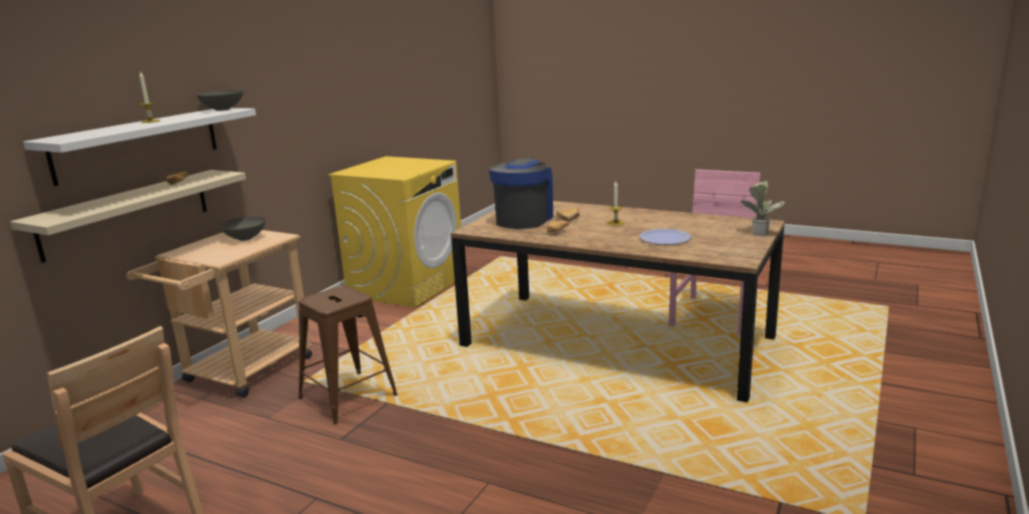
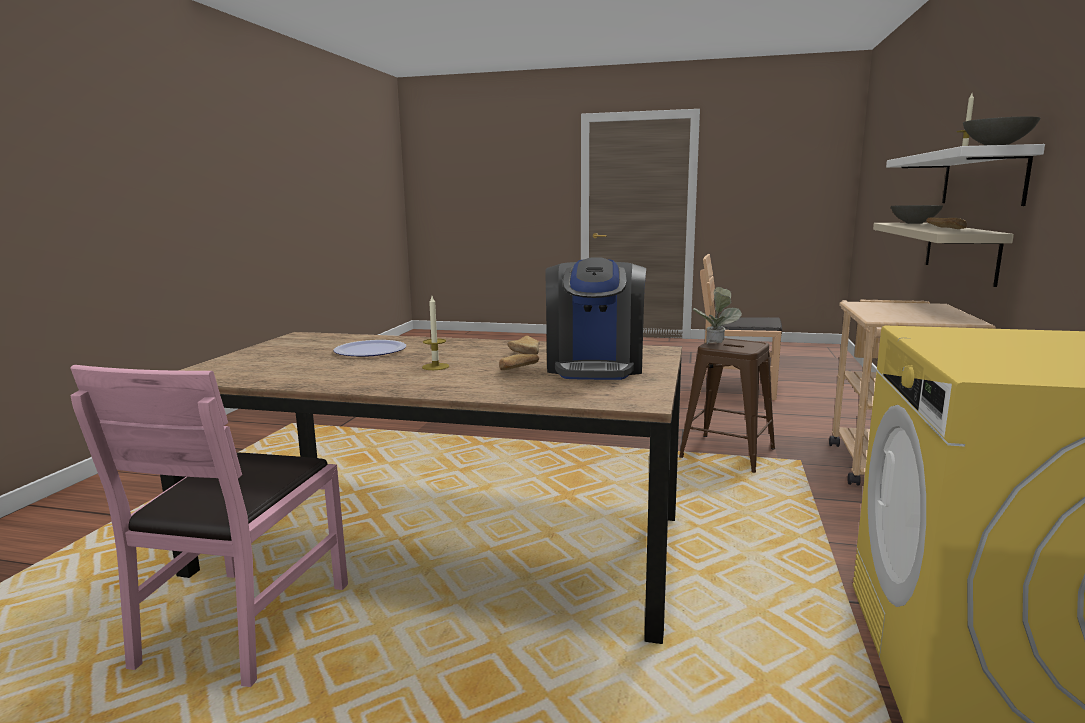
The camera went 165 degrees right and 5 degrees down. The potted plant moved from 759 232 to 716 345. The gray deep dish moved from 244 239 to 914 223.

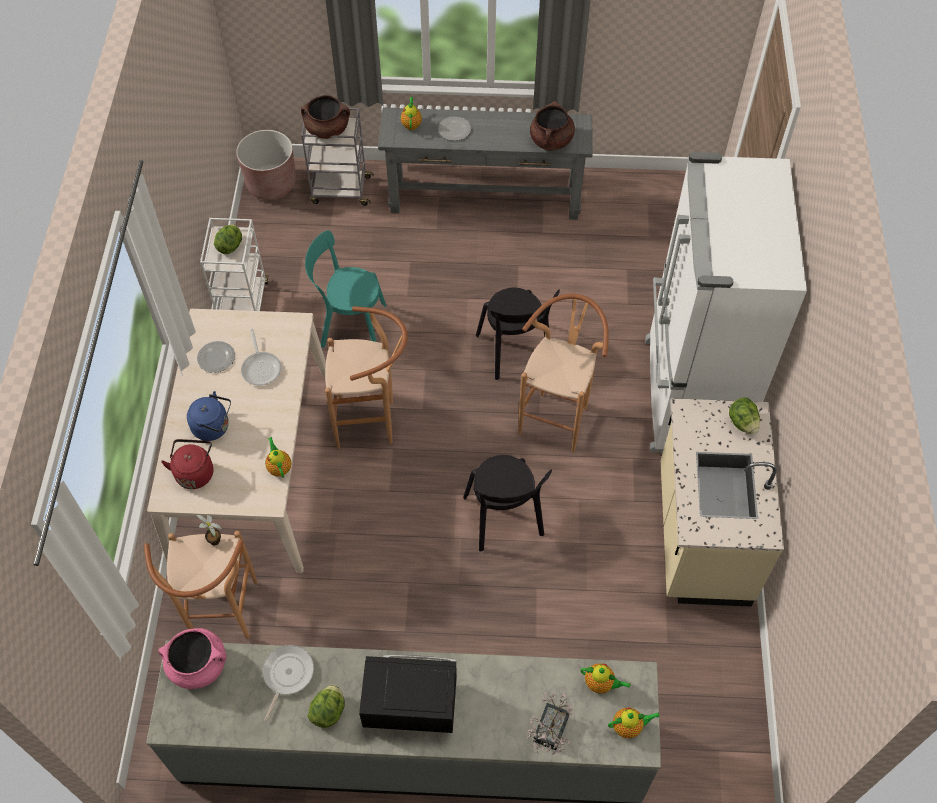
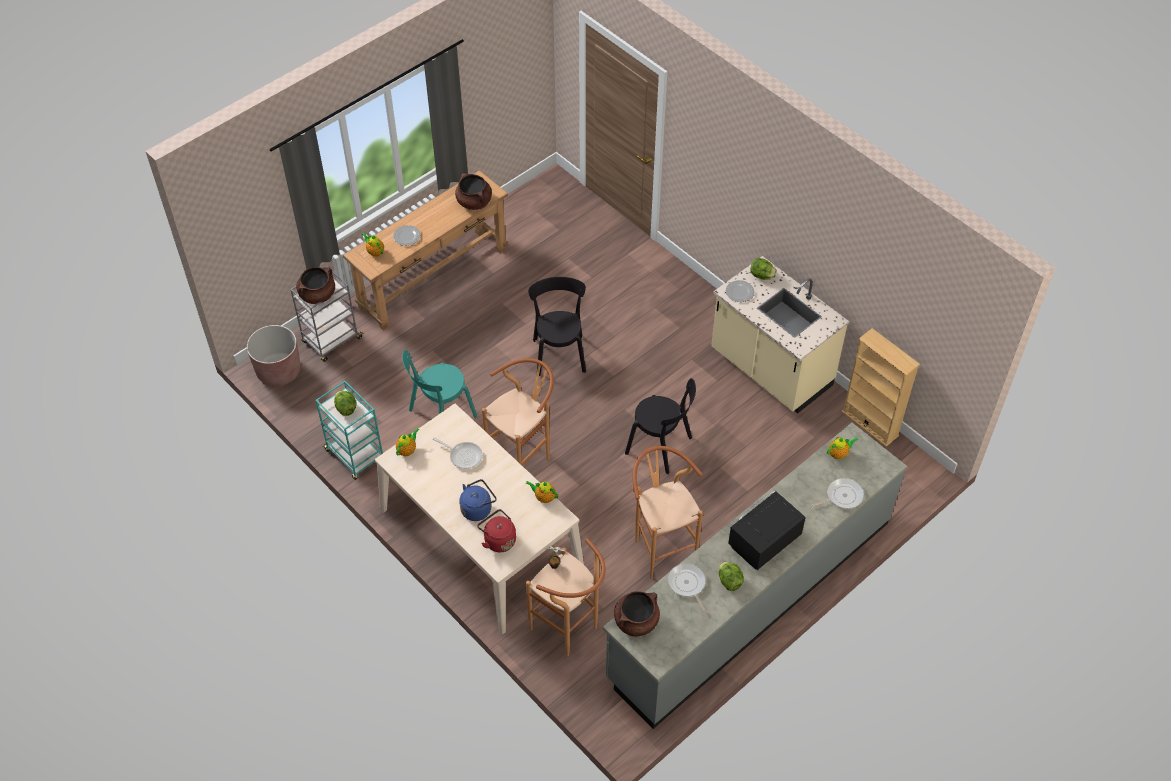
The camera went 45 degrees left and 5 degrees down. The whitish cart at 243 304 became the blue-green cart at 355 456. The gray hall table at 485 198 became the brown hall table at 433 278. The tea pot moved from 629 726 to 407 450. The black upright chair at 515 351 turned 120 degrees counterclockwise. The pink-coloured stockpot at 198 665 became the brown stockpot at 636 621. The brown sitting stool moved from 557 415 to 661 546. The dinner plate moved from 216 357 to 739 292. The potted plant at 548 733 was replaced by the pan at 842 496. The sand-coloured bookshelf at 870 423 appeared. The whitish fridge at 688 396 disappeared.

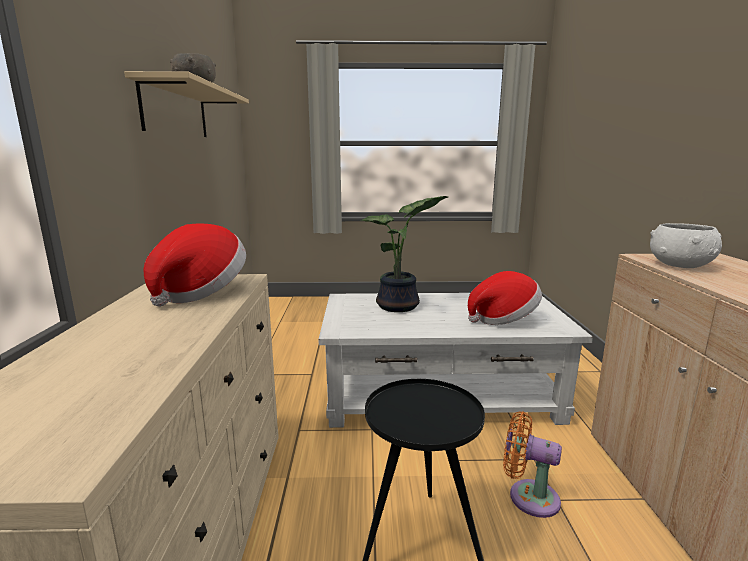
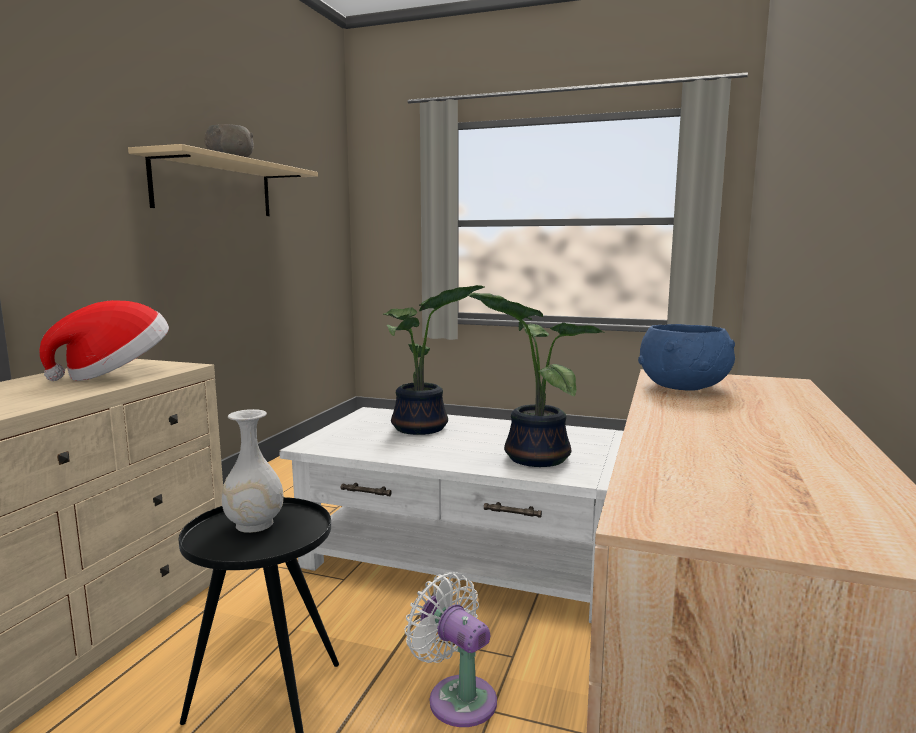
The camera went 20 degrees right and 5 degrees down. The whitish flower vase at 254 524 appeared. The orangey fan at 528 496 became the whitish fan at 457 697. The clothing hat at 503 319 was replaced by the potted plant at 532 457. The whitish deep dish at 681 265 became the blue deep dish at 685 387.

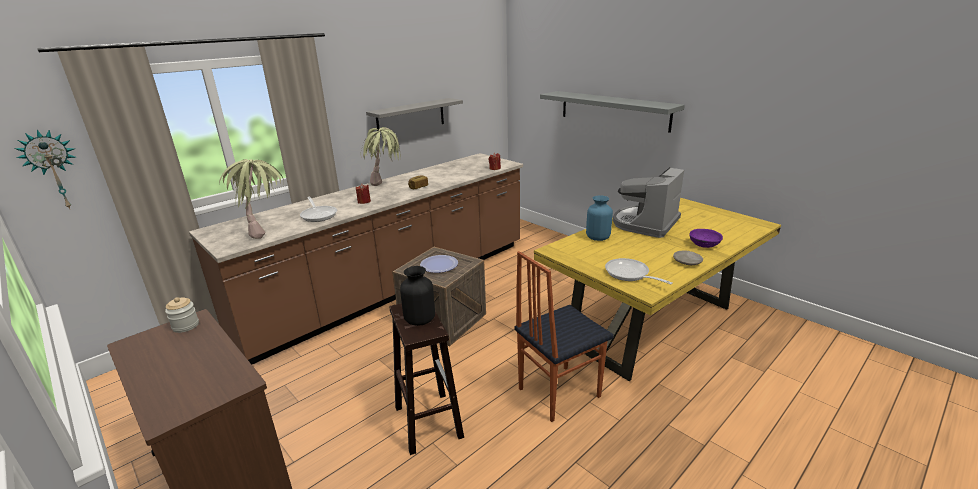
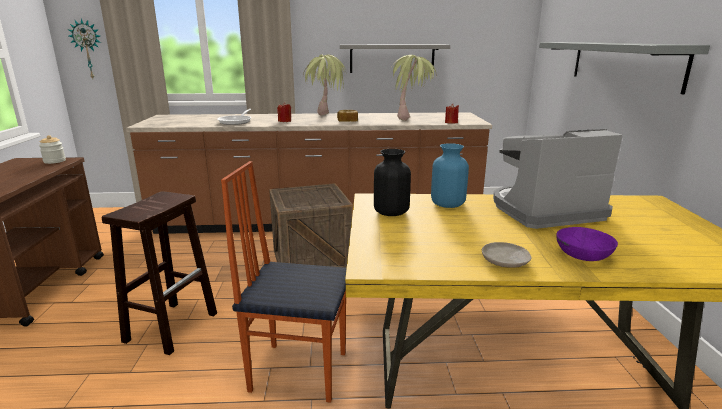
The camera went 40 degrees right and 5 degrees down. The black flower vase moved from 419 319 to 391 212. The potted plant moved from 265 230 to 411 118. The dinner plate at 439 265 disappeared. The pan at 630 274 disappeared.

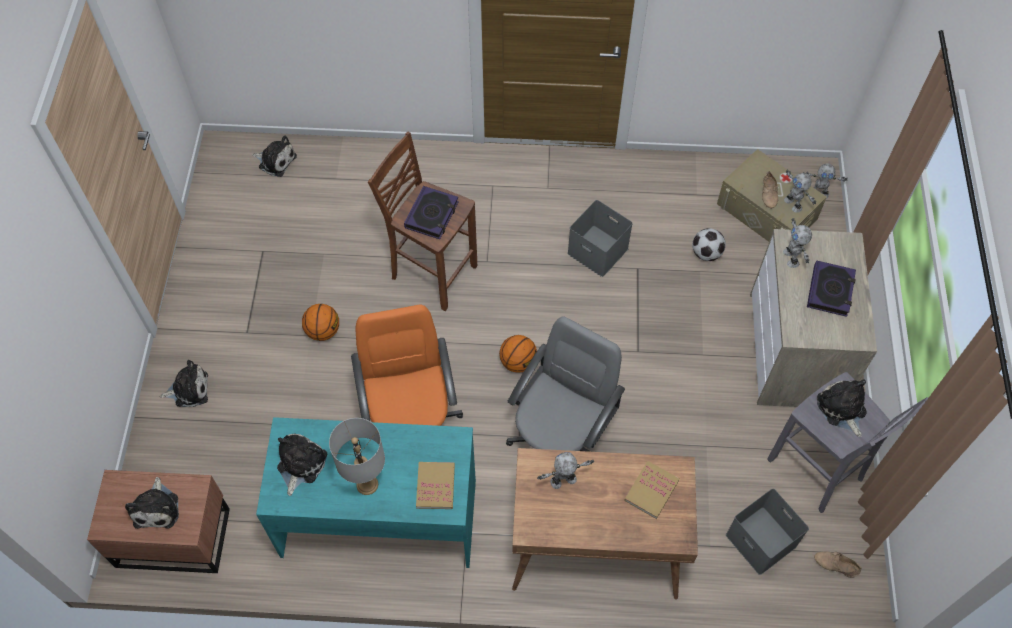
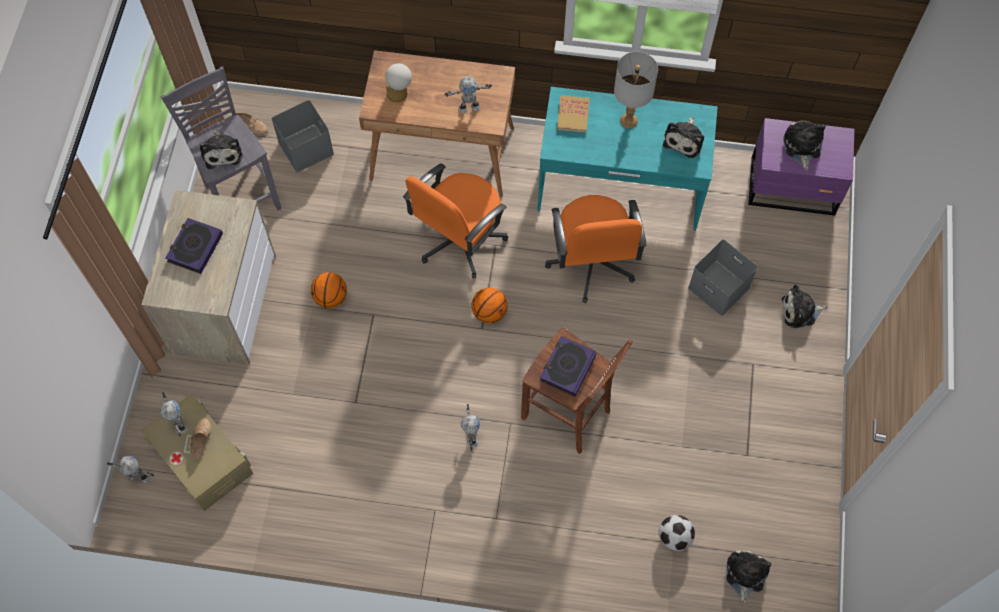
The camera went 175 degrees left and 5 degrees up. The basketball moved from 323 331 to 331 298. The bound book at 651 490 was replaced by the lamp for a table at 399 95. The gray office chair at 560 439 became the orangey office chair at 459 240. The robot figure moved from 792 258 to 471 437. The ball for football moved from 706 253 to 674 537. The gray storage box moved from 599 250 to 717 287. The cuddly toy at 275 160 turned 75 degrees clockwise. The brown night table at 172 535 became the purple night table at 794 188.

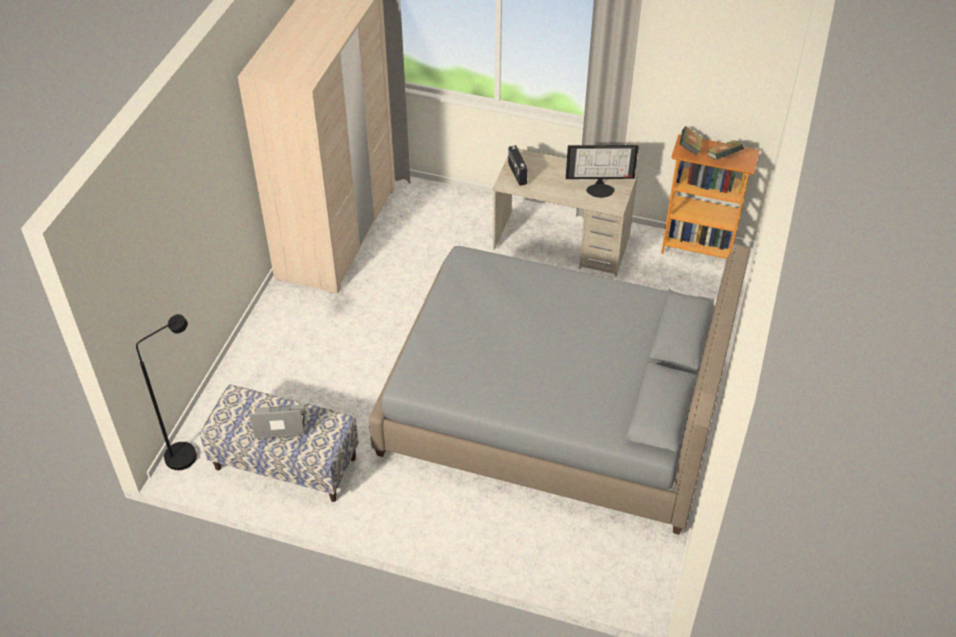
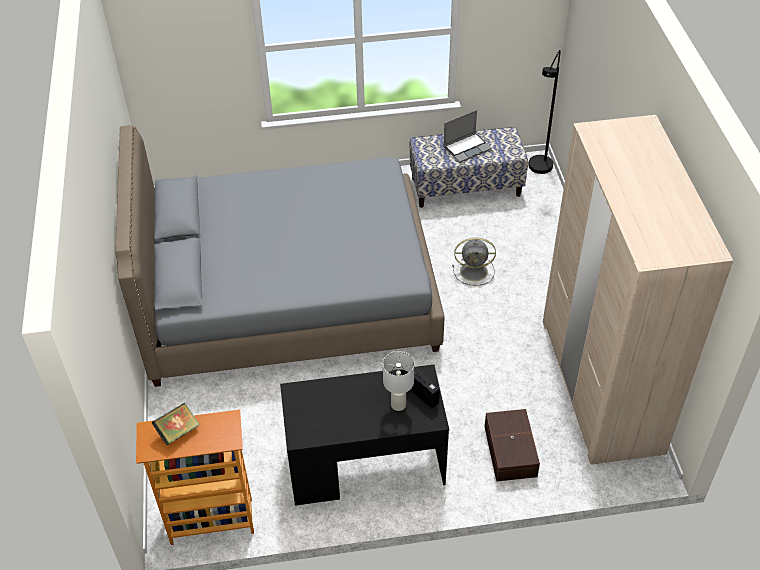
The camera went 155 degrees right and 0 degrees up. The sand-coloured desk table at 561 244 became the black desk table at 365 465. The whitish lamp for a table at 399 404 appeared. The gray fan at 475 271 appeared. The brown storage box at 509 452 appeared. The monitor at 600 188 disappeared. The bound book at 689 149 disappeared.

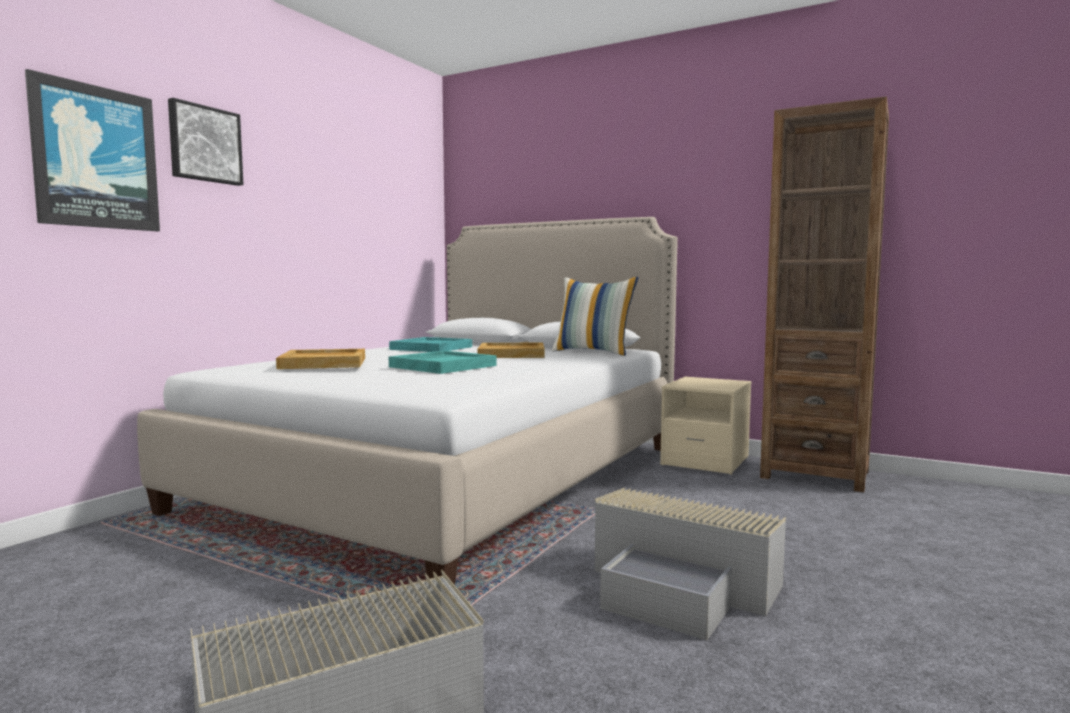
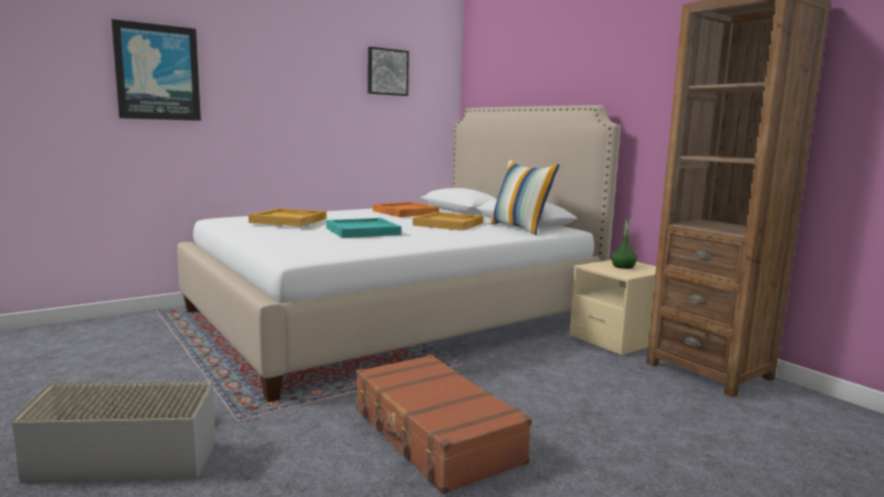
The camera went 25 degrees right and 5 degrees up. The gray storage box at 682 587 was replaced by the brown travel case at 434 436. The picture moved from 204 144 to 387 72. The blue-green carrying tray at 431 348 became the orangey carrying tray at 405 212. The green-coloured beverage bottle at 623 266 appeared.

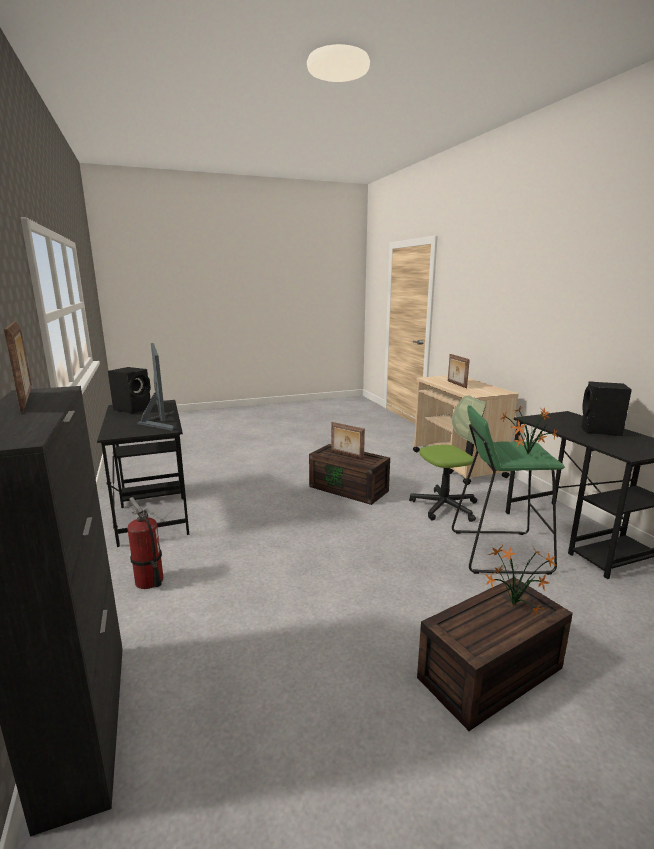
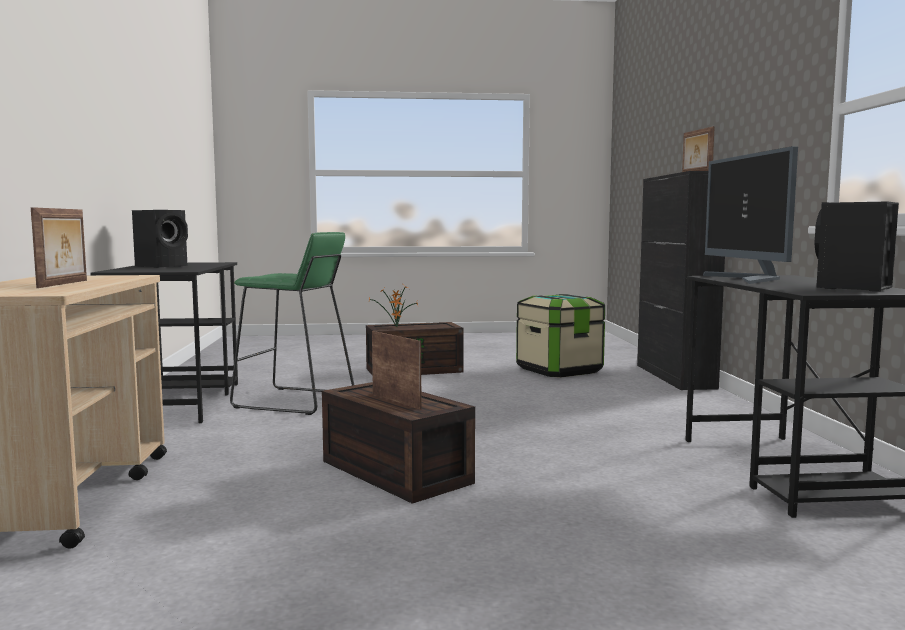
The camera went 165 degrees left and 10 degrees down. The storage box at 559 370 appeared. The fire extinguisher at 149 581 disappeared. The office chair at 445 506 disappeared. The potted plant at 526 454 disappeared.

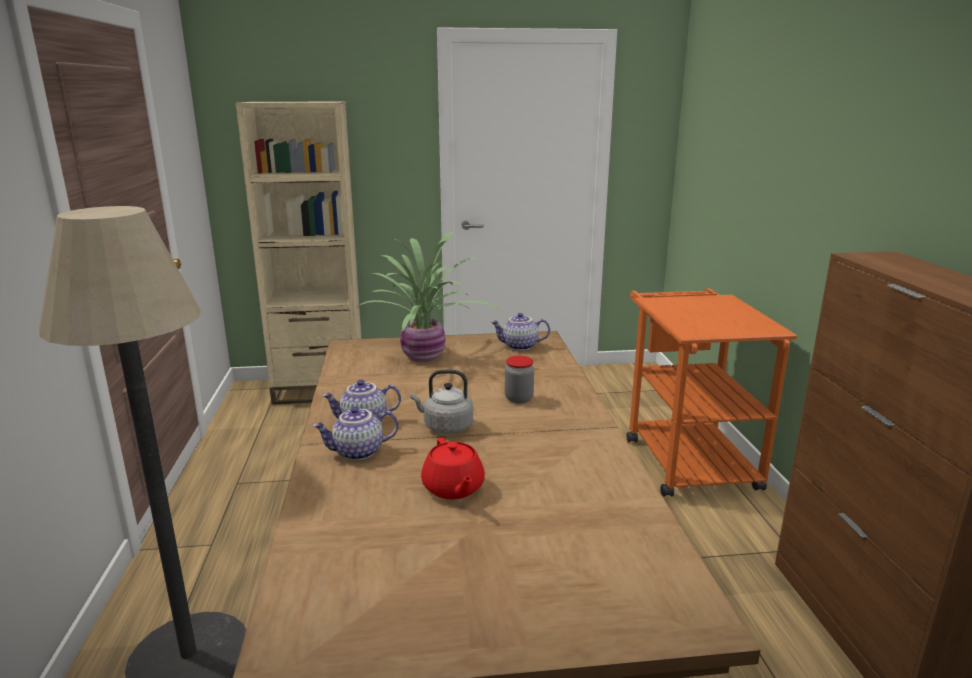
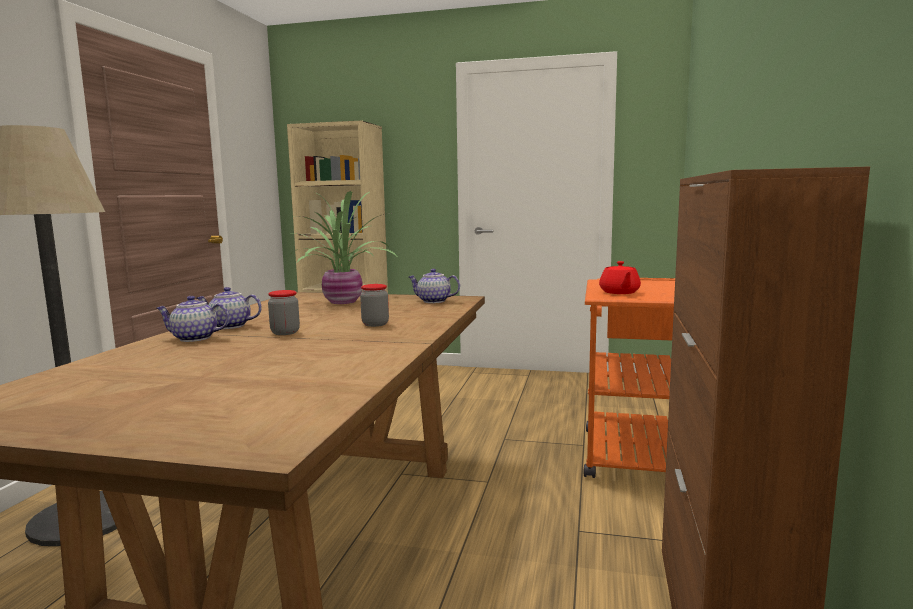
The camera went 20 degrees right and 10 degrees down. The gray water kettle at 445 427 was replaced by the storage jar at 285 332. The reddish tea pot moved from 453 488 to 619 292.

